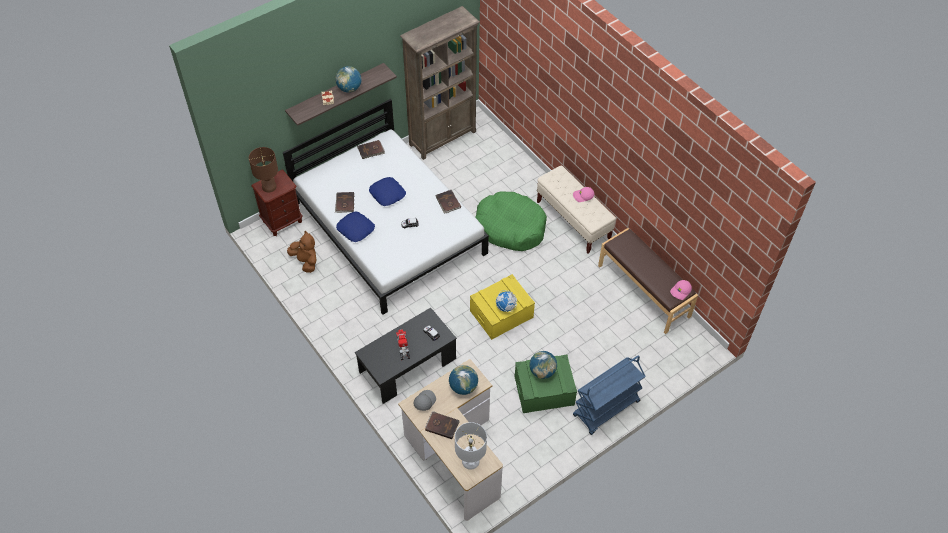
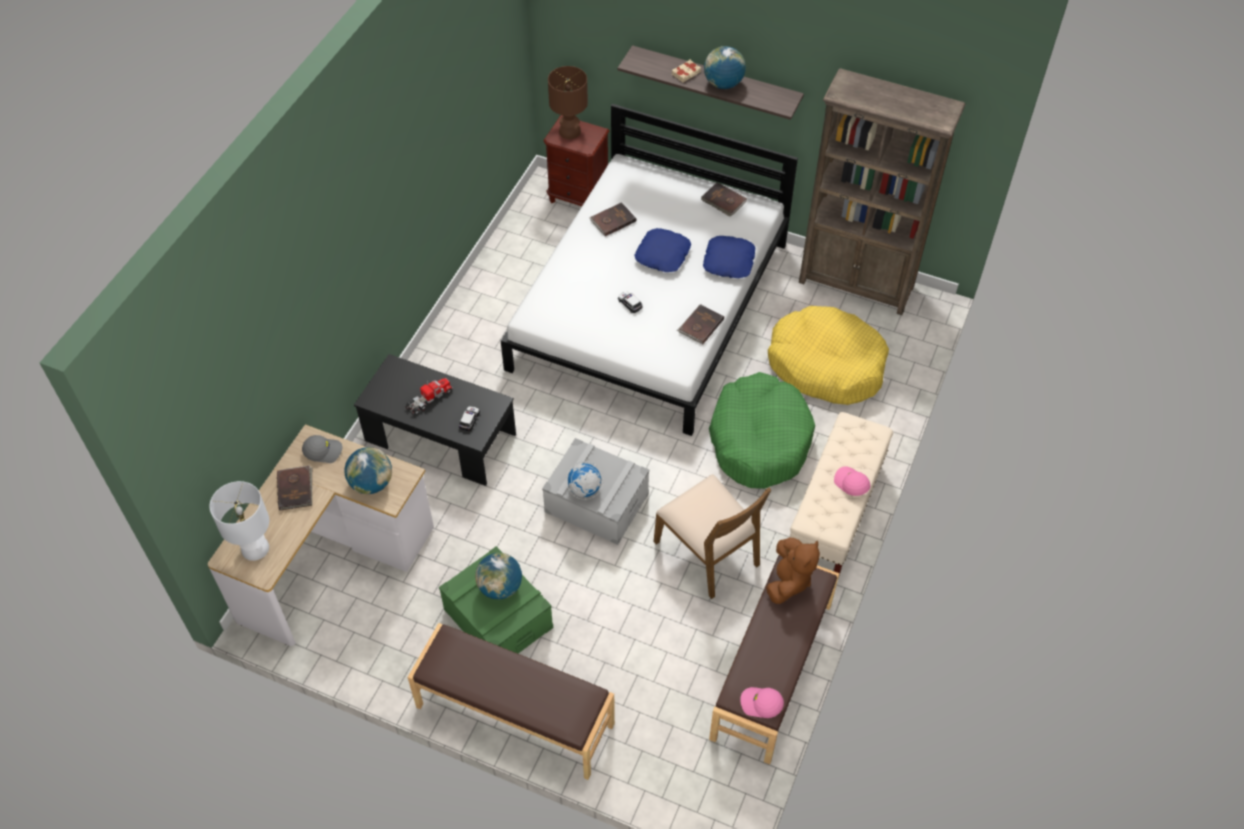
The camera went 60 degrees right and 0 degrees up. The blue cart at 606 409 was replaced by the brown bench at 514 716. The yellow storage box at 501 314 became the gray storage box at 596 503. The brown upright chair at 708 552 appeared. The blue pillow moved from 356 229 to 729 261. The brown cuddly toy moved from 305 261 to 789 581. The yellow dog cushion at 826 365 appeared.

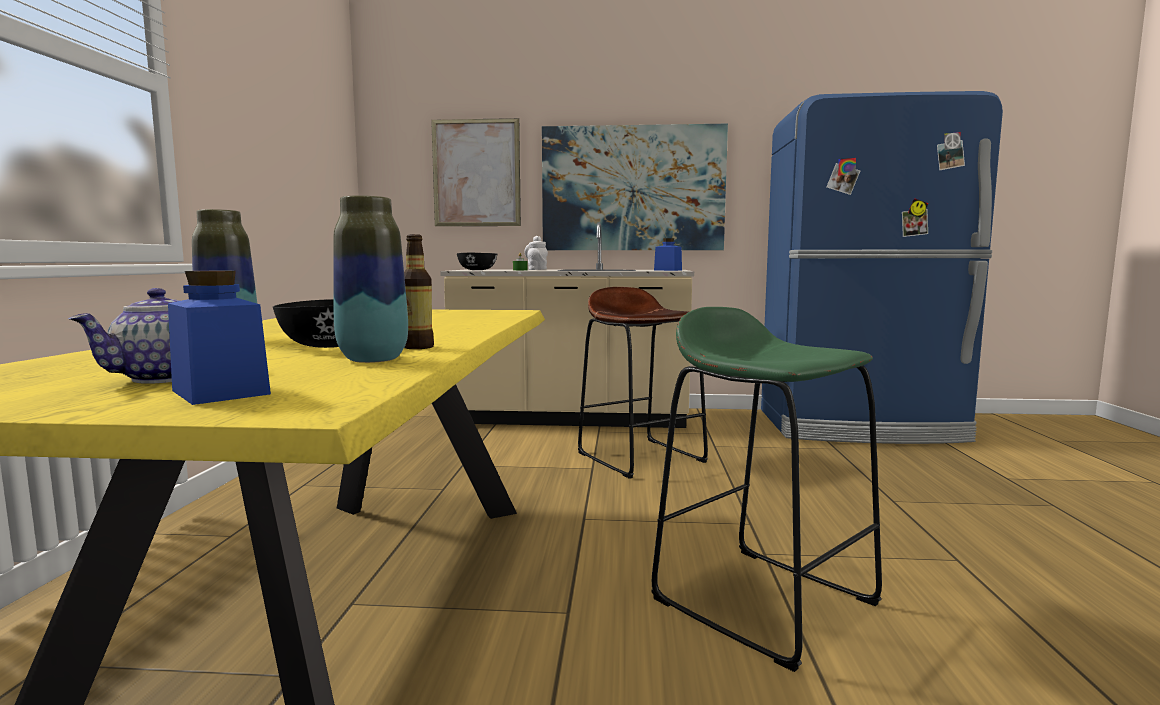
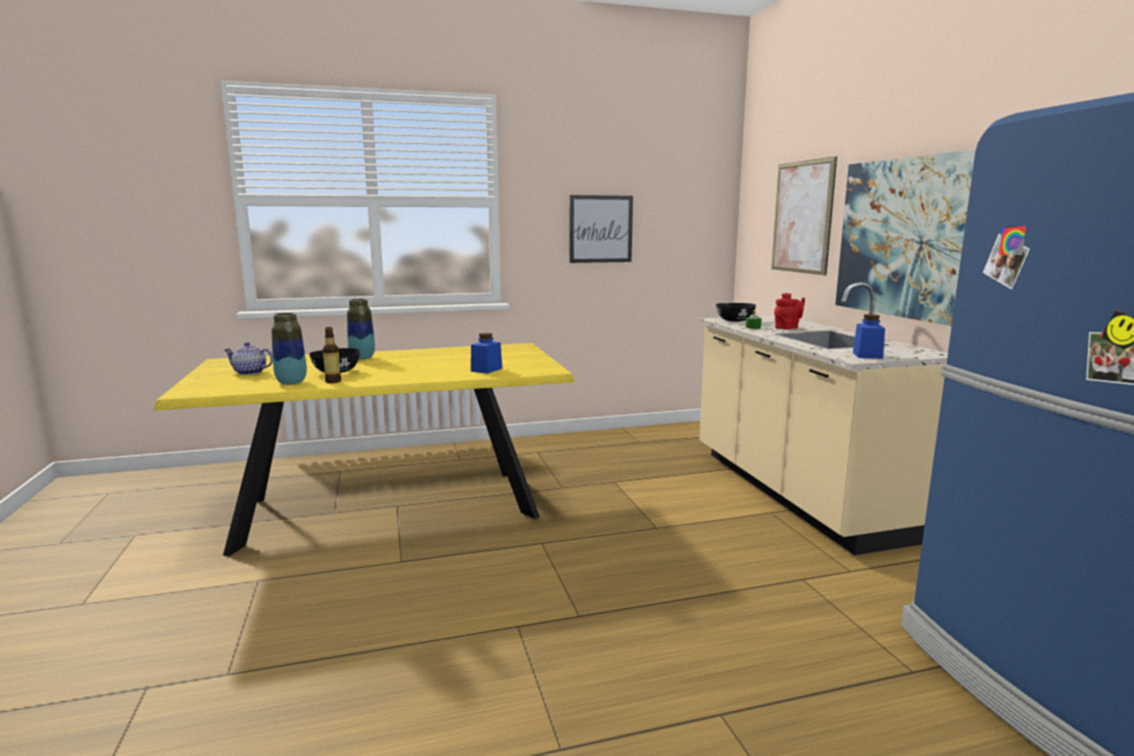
The camera went 70 degrees right and 5 degrees up. The blue storage jar moved from 220 392 to 486 370. The picture at 600 229 appeared. The whitish tea pot at 537 269 became the reddish tea pot at 788 328. The brown sitting stool at 641 457 disappeared. The green-coloured sitting stool at 764 600 disappeared.

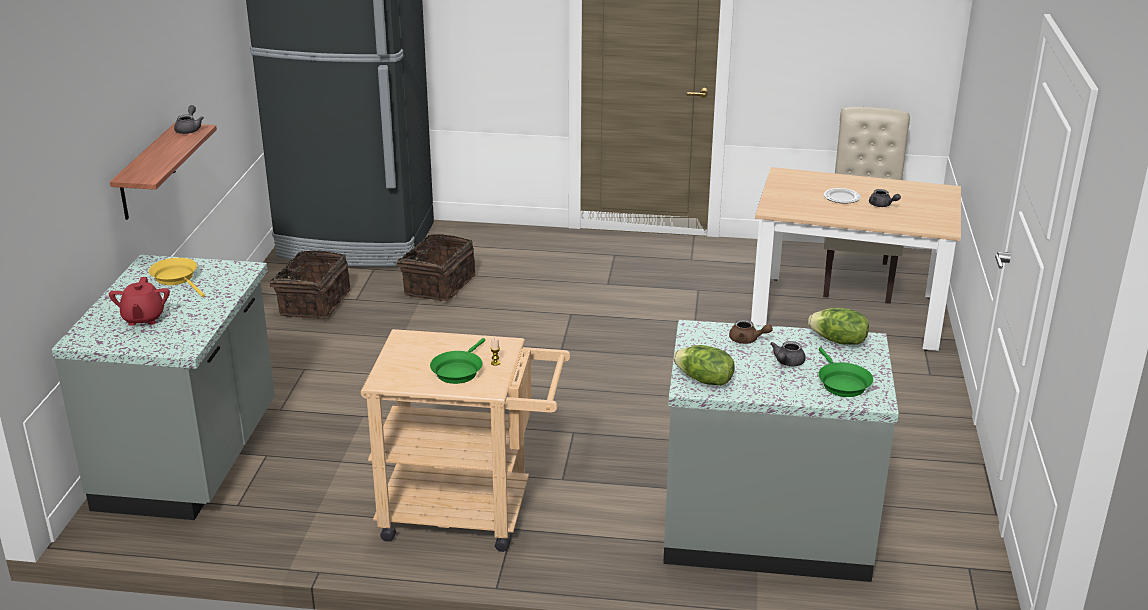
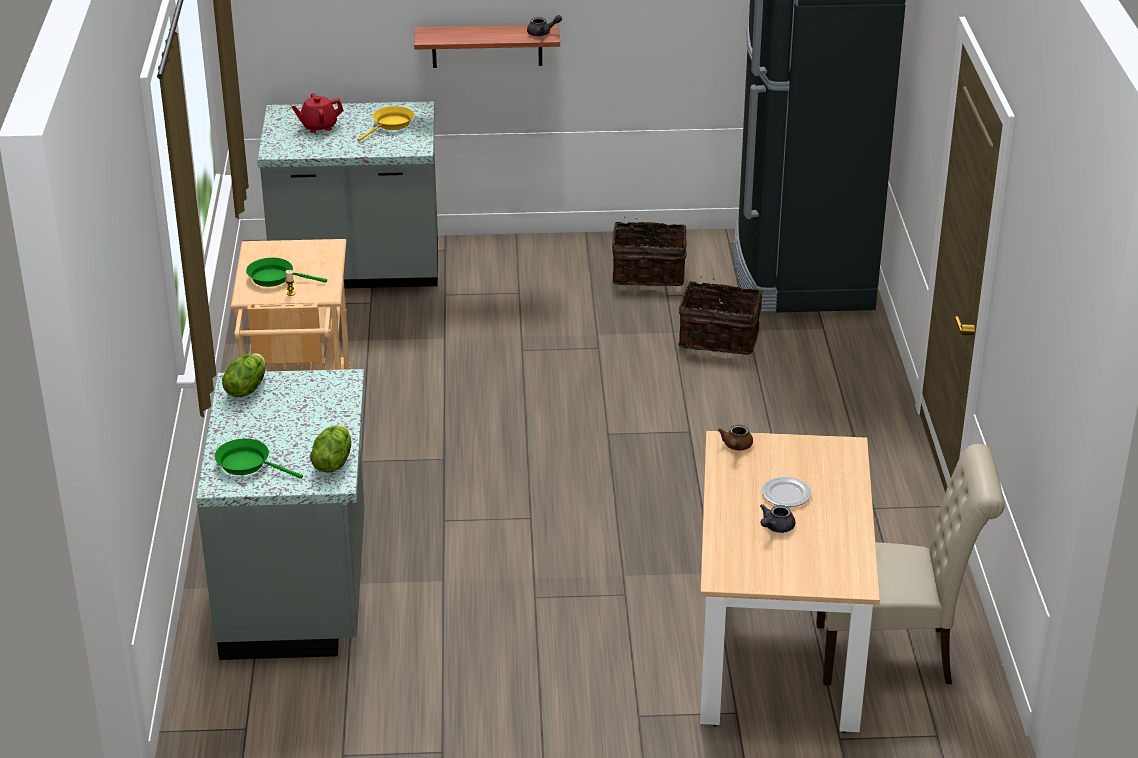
The camera went 80 degrees right and 5 degrees up. The green-coloured pan at 841 383 turned 45 degrees clockwise. The brown tea pot moved from 747 340 to 736 446. The gray tea pot at 787 363 disappeared.

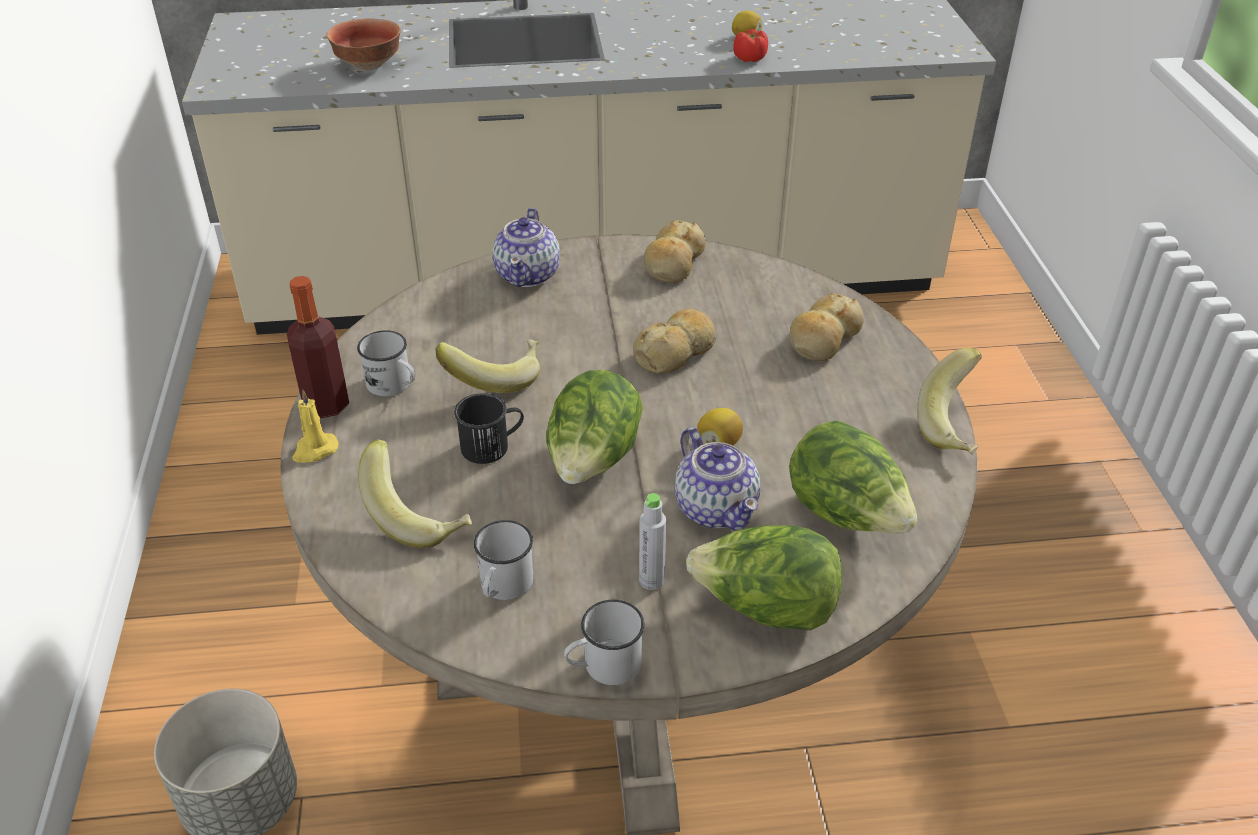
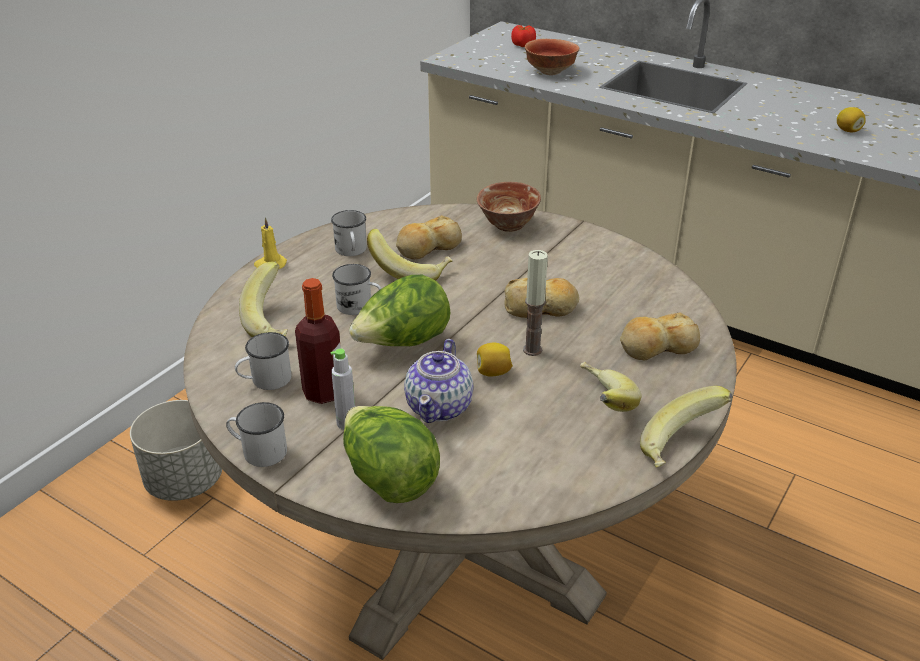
The camera went 40 degrees right and 5 degrees down. The beverage bottle moved from 326 405 to 323 392. The black tea mug at 492 446 became the whitish tea mug at 359 307. The baked bread moved from 673 263 to 427 247. The tea pot at 528 274 was replaced by the deep dish at 508 225. The fresh tomato moved from 750 58 to 523 45. The wax light at 532 350 appeared. The banana at 600 405 appeared. The head of lettuce at 847 515 disappeared.

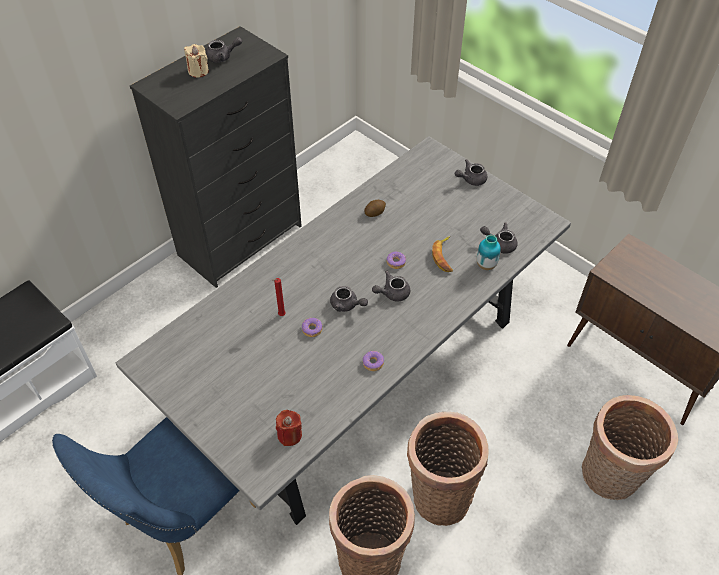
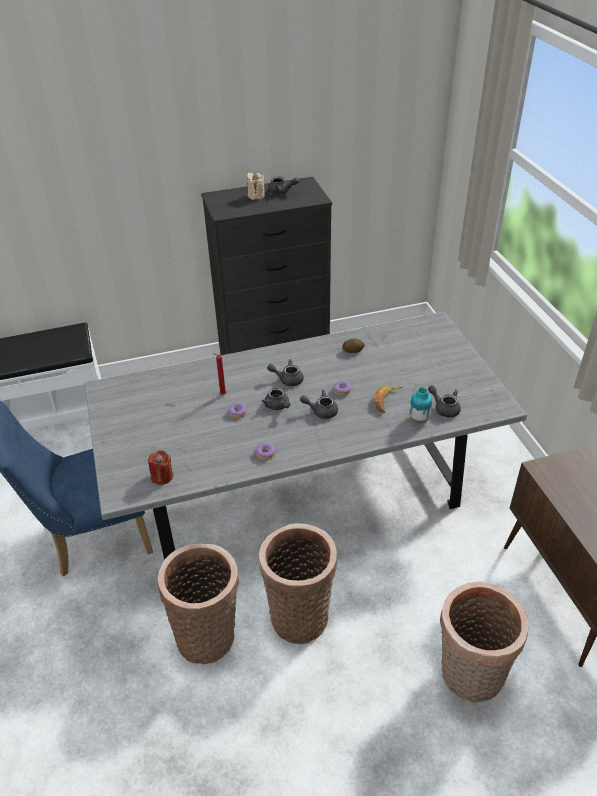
The camera went 30 degrees right and 10 degrees down. The gray tea pot moved from 471 179 to 287 379.

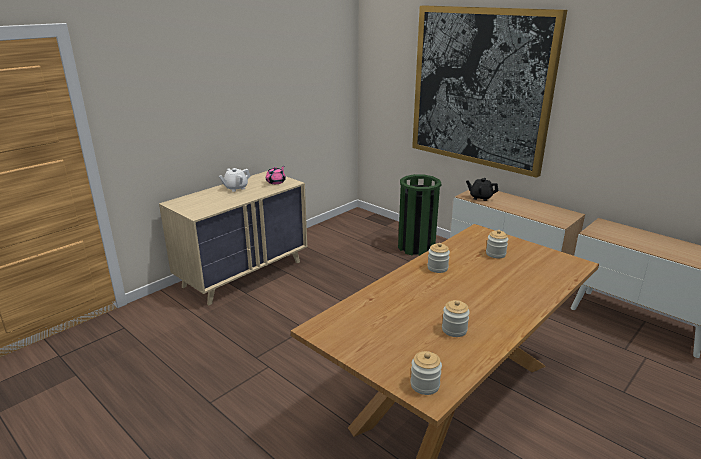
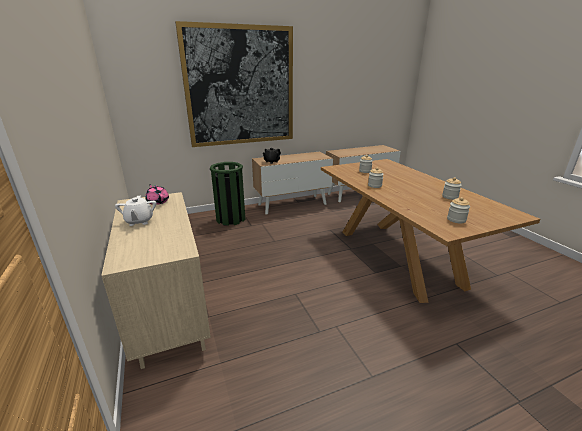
The camera went 65 degrees left and 0 degrees up. The storage jar moved from 425 385 to 456 219.

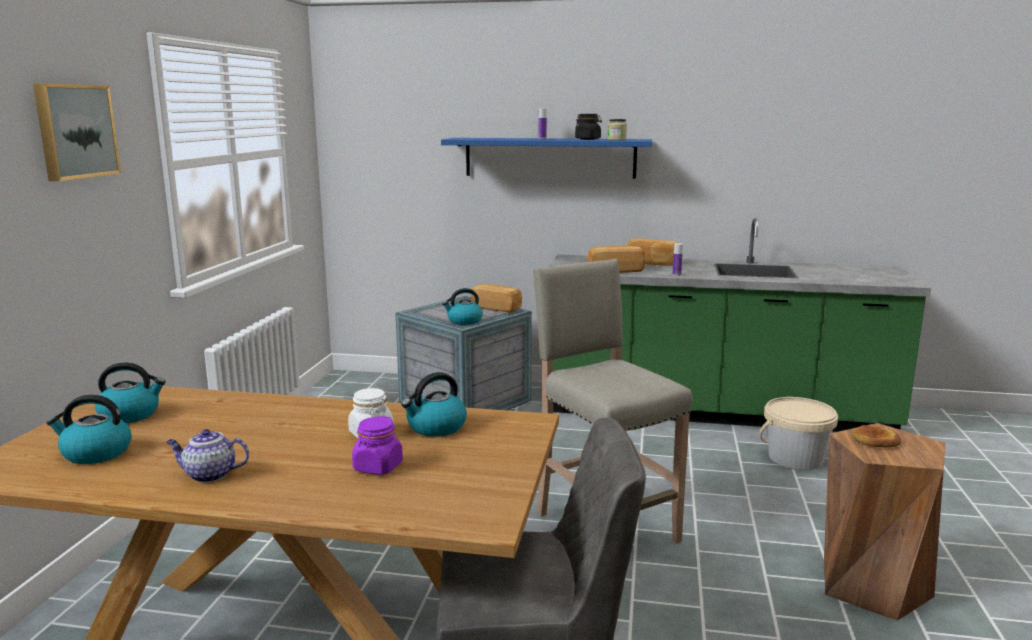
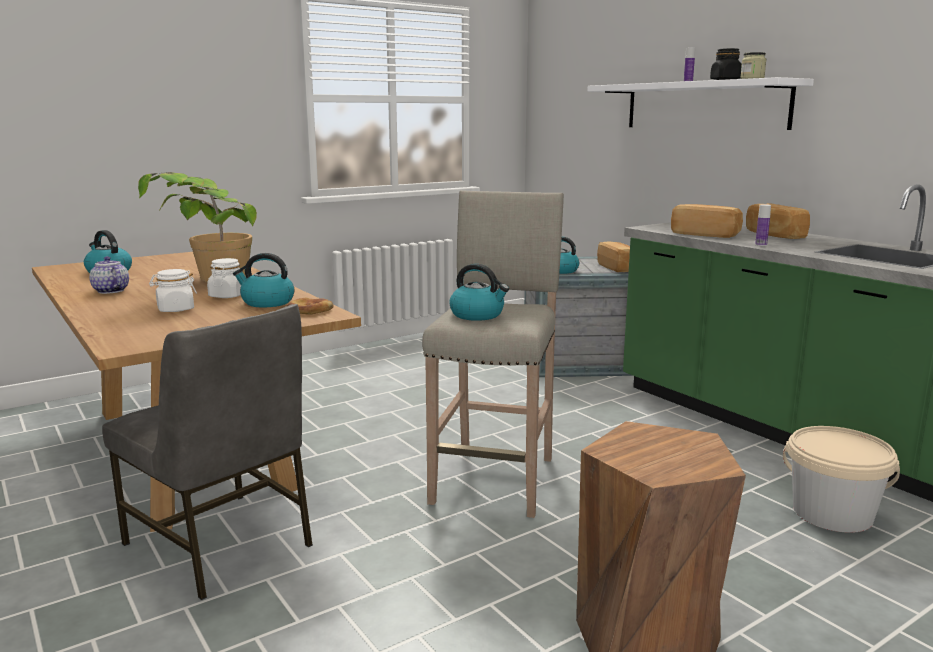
The camera went 45 degrees right and 0 degrees up. The potted plant at 206 282 appeared. The purple storage jar at 378 467 became the whitish storage jar at 175 309. The baked bread moved from 875 440 to 310 310. The water kettle moved from 130 415 to 478 315. The blue bracket shelf at 550 157 became the whitish bracket shelf at 704 106. The picture at 75 131 disappeared.

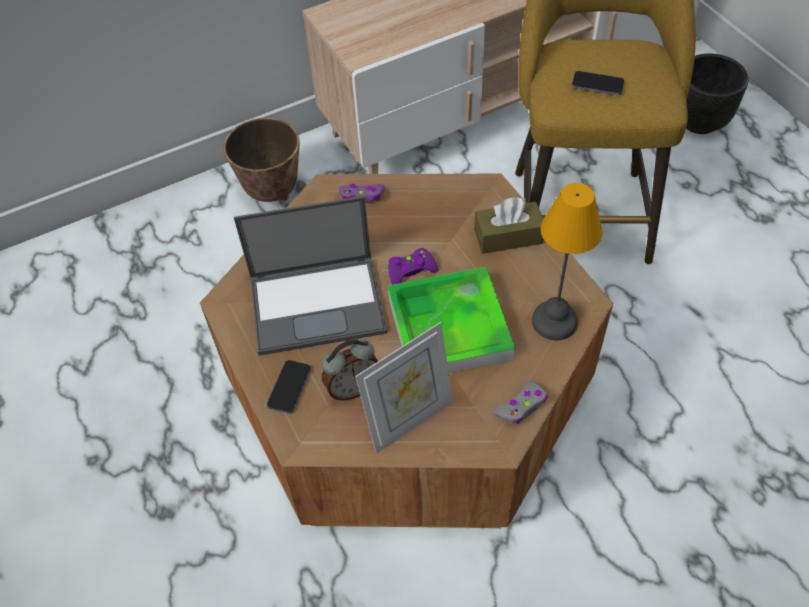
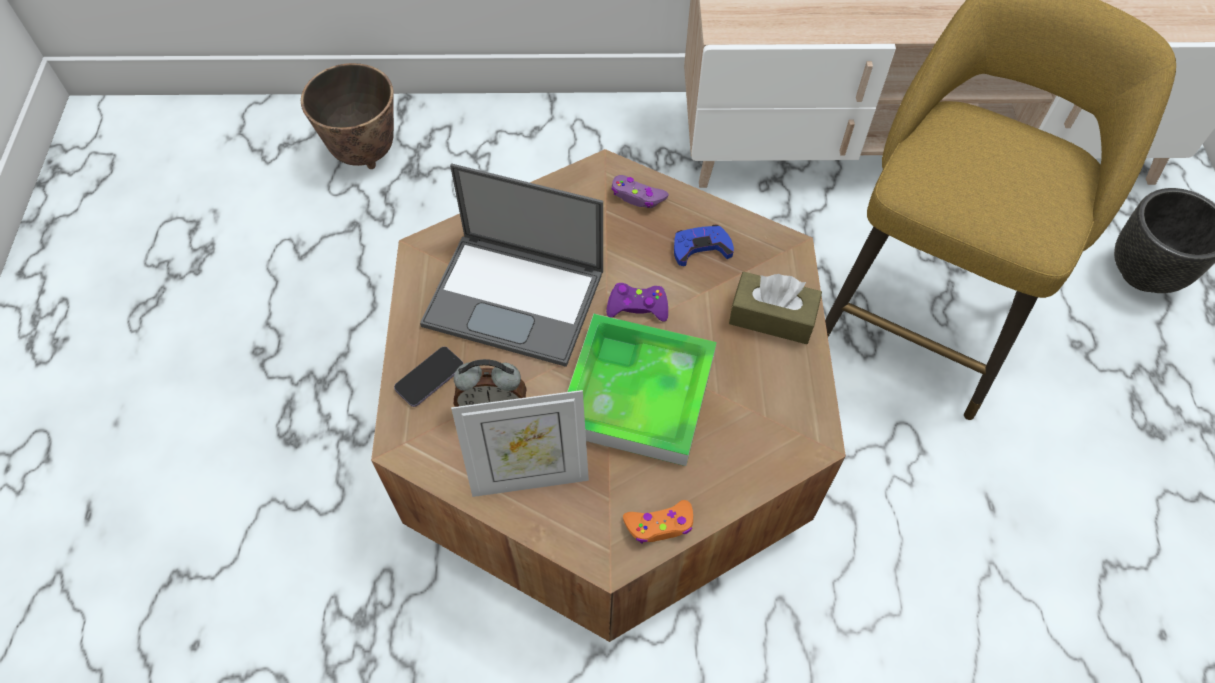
The camera went 25 degrees right and 5 degrees up. The flower pot moved from 272 192 to 364 153. The gray joypad at 521 406 became the orangey joypad at 660 525. The blue joypad at 701 248 appeared. The lamp for a table at 553 322 disappeared. The handset at 597 85 disappeared.

